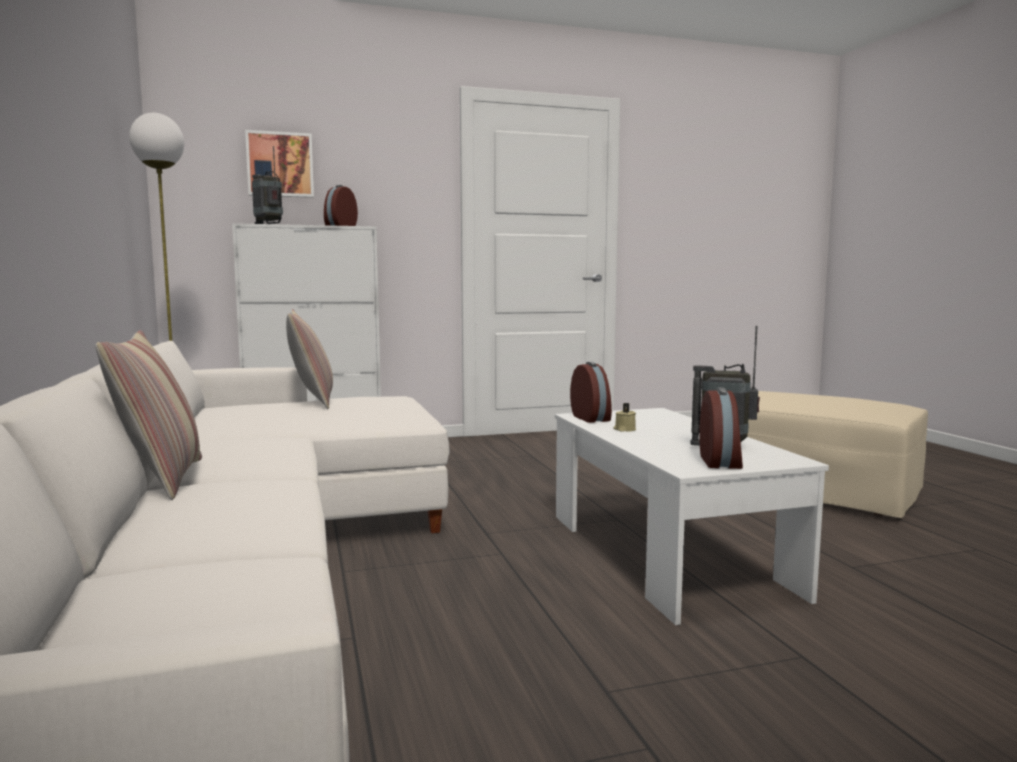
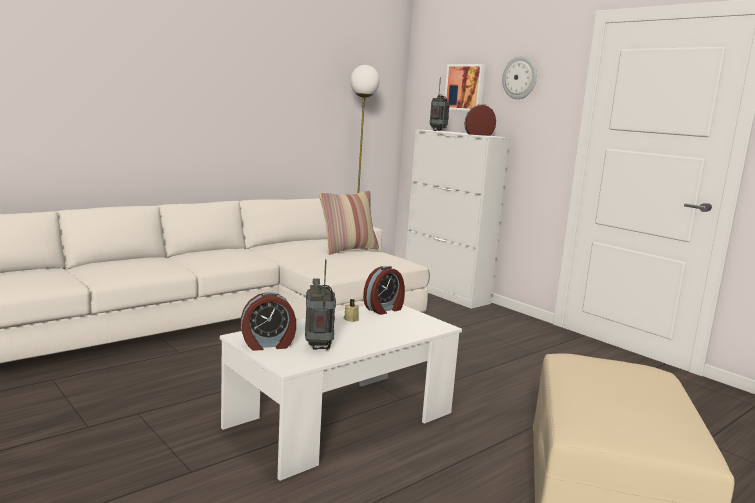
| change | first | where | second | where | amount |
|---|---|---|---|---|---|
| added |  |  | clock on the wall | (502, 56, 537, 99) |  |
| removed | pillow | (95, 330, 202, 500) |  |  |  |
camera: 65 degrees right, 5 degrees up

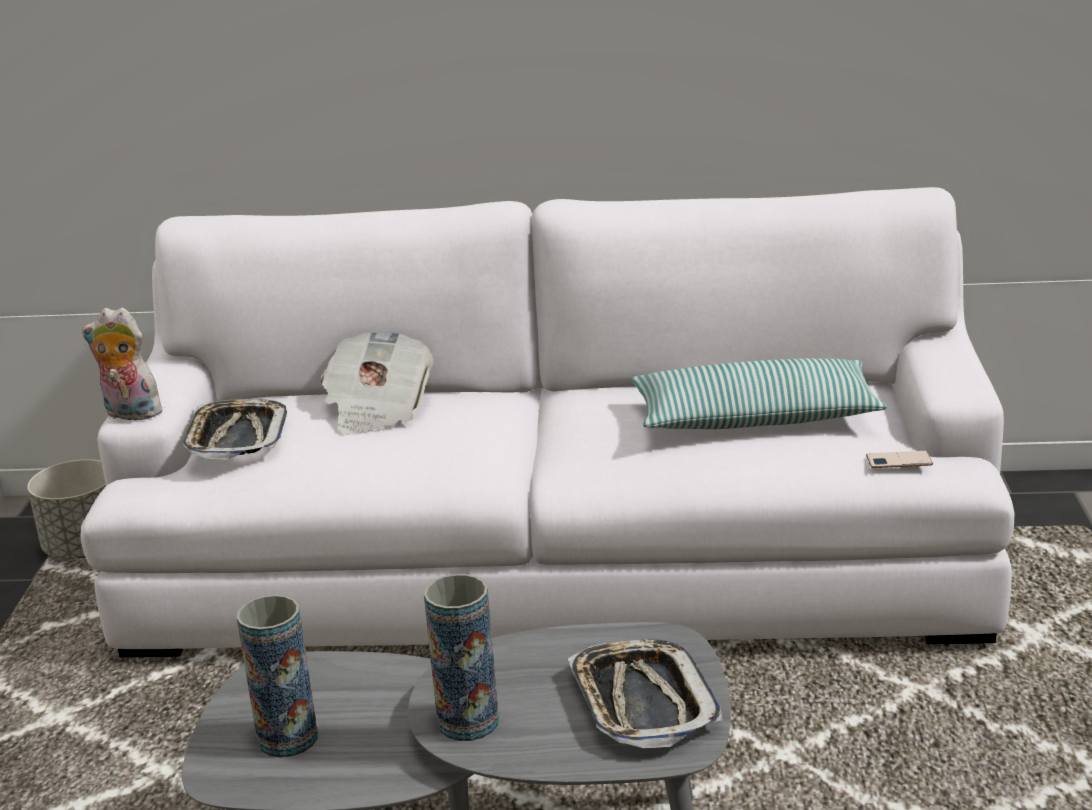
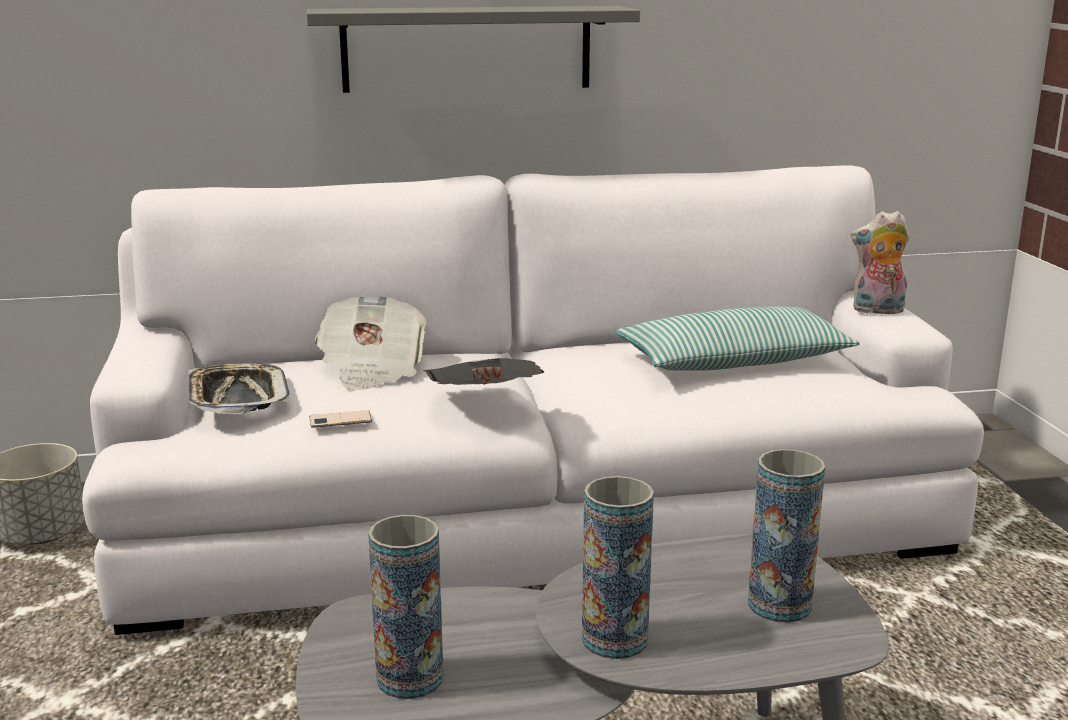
| change | first | where | second | where | amount |
|---|---|---|---|---|---|
| added |  |  | greyish shelf | (307, 6, 640, 93) |  |
| moved | phone | (866, 451, 933, 468) |  | (309, 410, 372, 428) |  |
| added |  |  | printed paper | (423, 358, 545, 385) |  |
| replaced | serving tray | (568, 639, 723, 748) | vase | (748, 449, 825, 623) |  |
| moved | soft toy | (82, 308, 166, 423) |  | (851, 211, 910, 316) |  |
camera: 15 degrees left, 5 degrees down

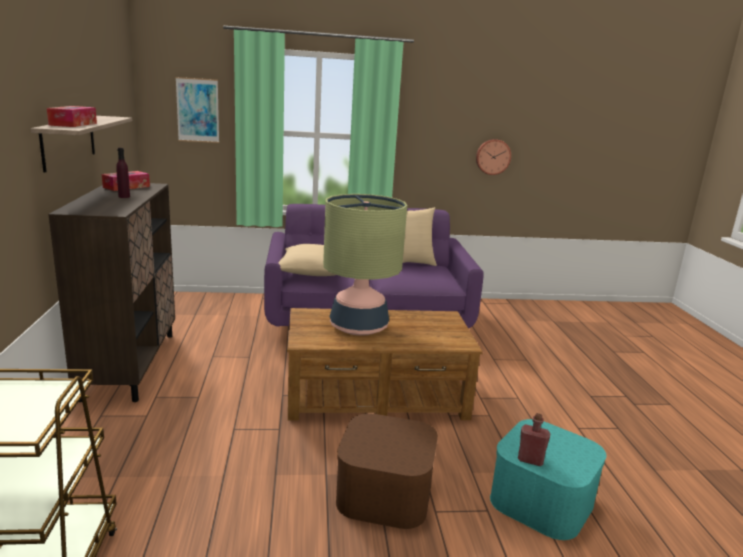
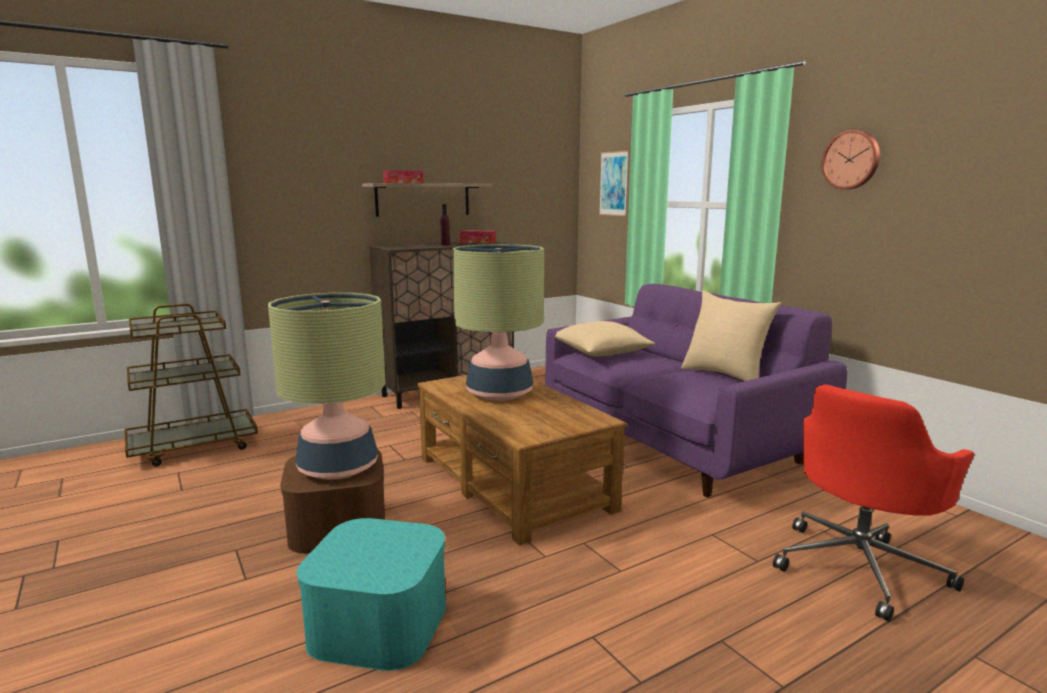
| change | first | where | second | where | amount |
|---|---|---|---|---|---|
| added |  |  | tabletop lamp | (268, 293, 386, 480) |  |
| added |  |  | red office chair | (773, 385, 975, 622) |  |
| moved | clock on the wall | (476, 139, 511, 175) |  | (822, 130, 880, 189) |  |
| removed | red bottle | (518, 413, 550, 466) |  |  |  |
camera: 65 degrees right, 5 degrees down

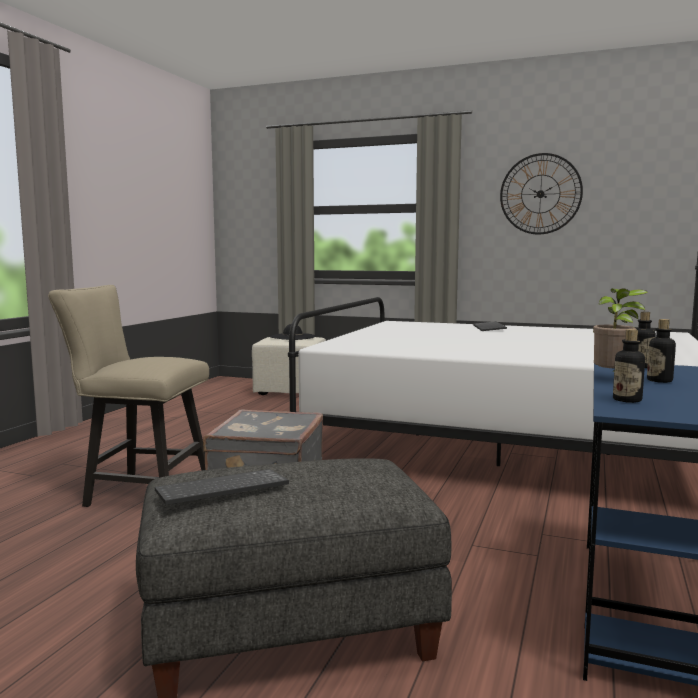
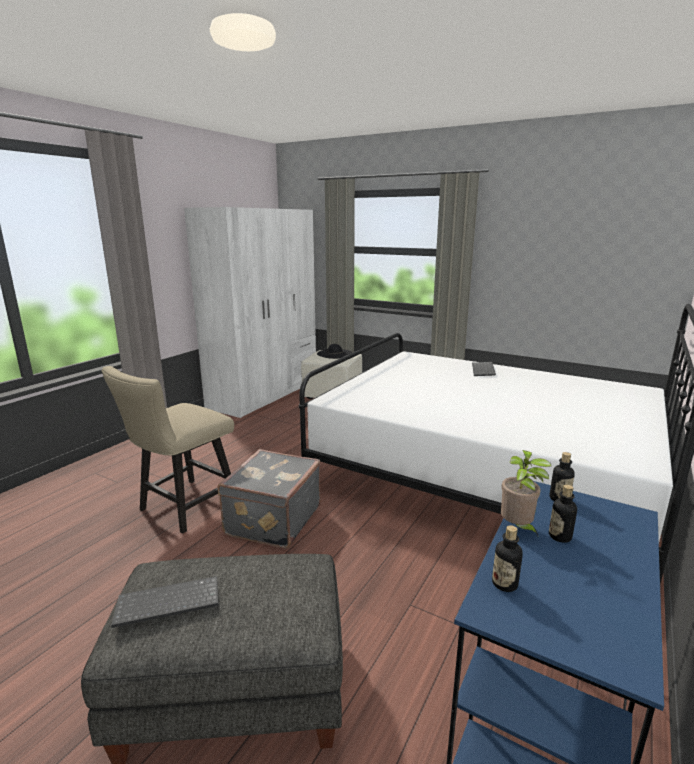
| change | first | where | second | where | amount |
|---|---|---|---|---|---|
| turned | beige-coloured upright chair | (48, 285, 209, 507) |  | (102, 366, 234, 533) | 75 degrees counterclockwise |
| added |  |  | whitish armoire | (184, 207, 316, 418) |  |
| removed | clock on the wall | (500, 153, 583, 235) |  |  |  |
camera: 10 degrees right, 10 degrees up

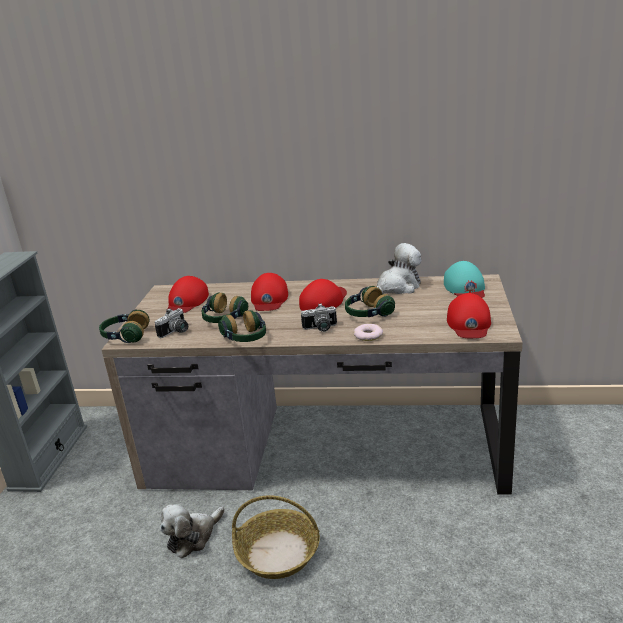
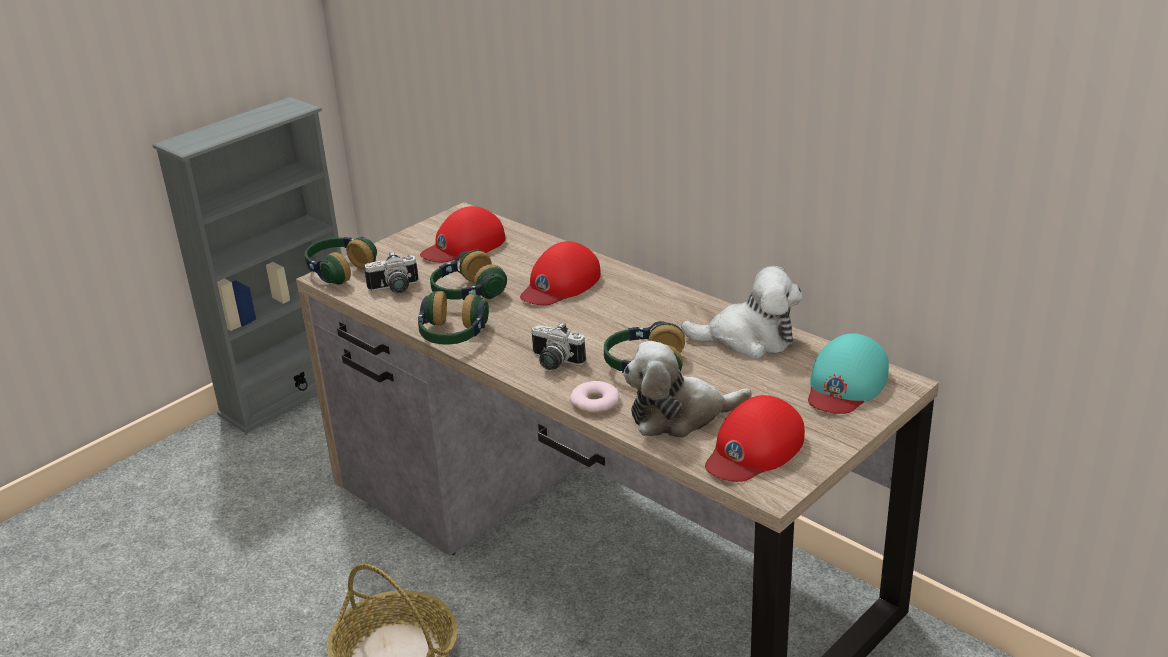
| change | first | where | second | where | amount |
|---|---|---|---|---|---|
| moved | soft toy | (160, 504, 225, 558) |  | (623, 341, 752, 438) |  |
| removed | red baseball cap | (299, 279, 347, 311) |  |  |  |
camera: 35 degrees right, 5 degrees up

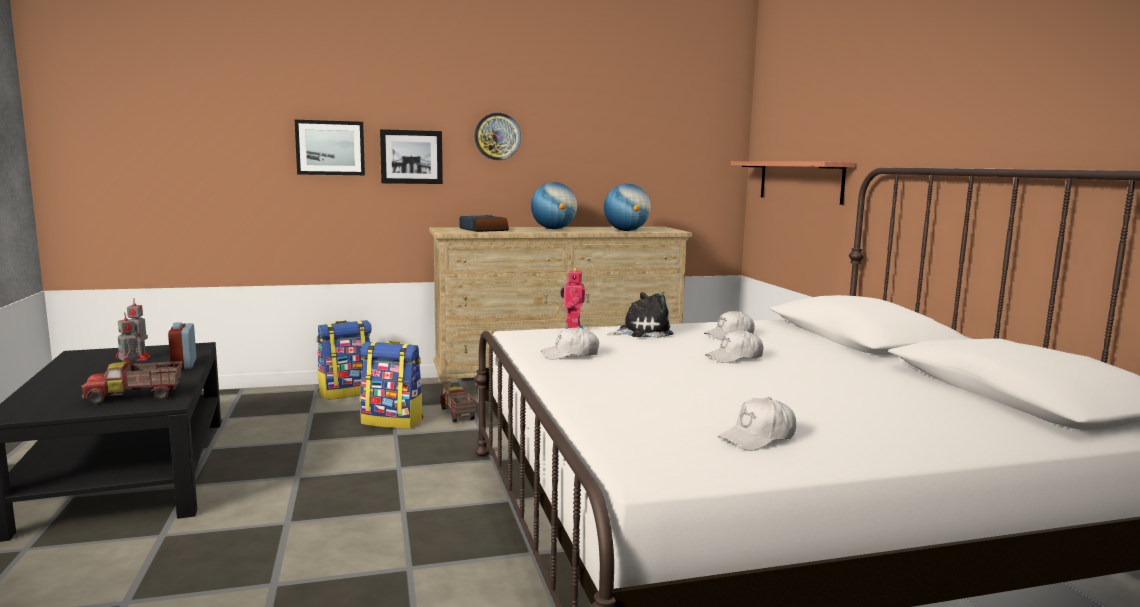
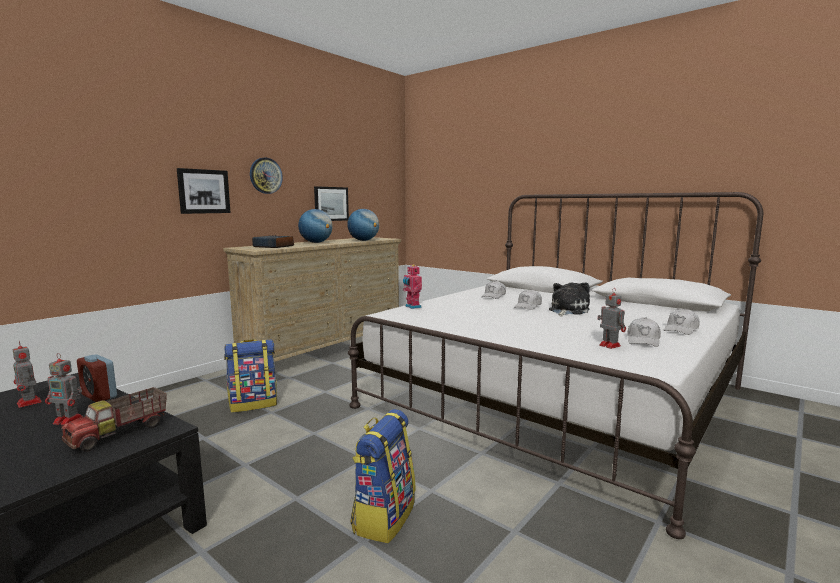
| change | first | where | second | where | amount |
|---|---|---|---|---|---|
| moved | wall picture | (295, 120, 365, 175) |  | (314, 186, 349, 221) |  |
| moved | backpack | (317, 320, 372, 400) |  | (351, 409, 415, 543) |  |
| moved | soft toy | (608, 292, 673, 338) |  | (549, 282, 590, 316) |  |
| added |  |  | model robot | (598, 288, 626, 349) |  |
| moved | whitish baseball cap | (540, 327, 599, 360) |  | (664, 309, 700, 335) |  |
| removed | model truck | (440, 387, 477, 422) |  |  |  |
| removed | shelf | (731, 161, 856, 205) |  |  |  |
camera: 35 degrees left, 0 degrees up

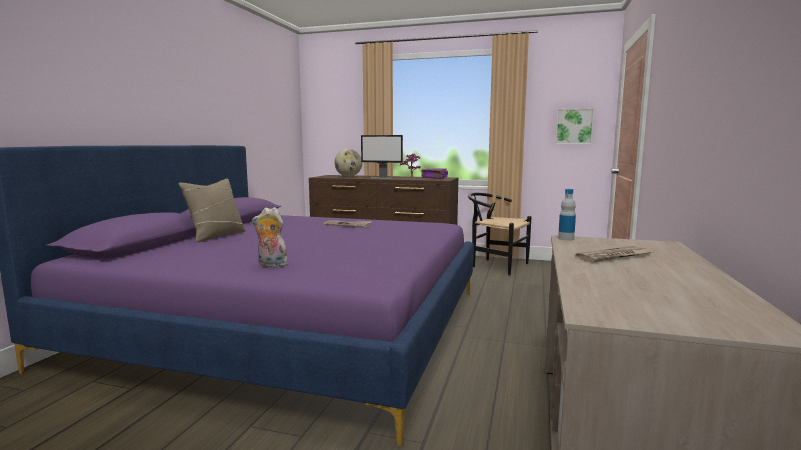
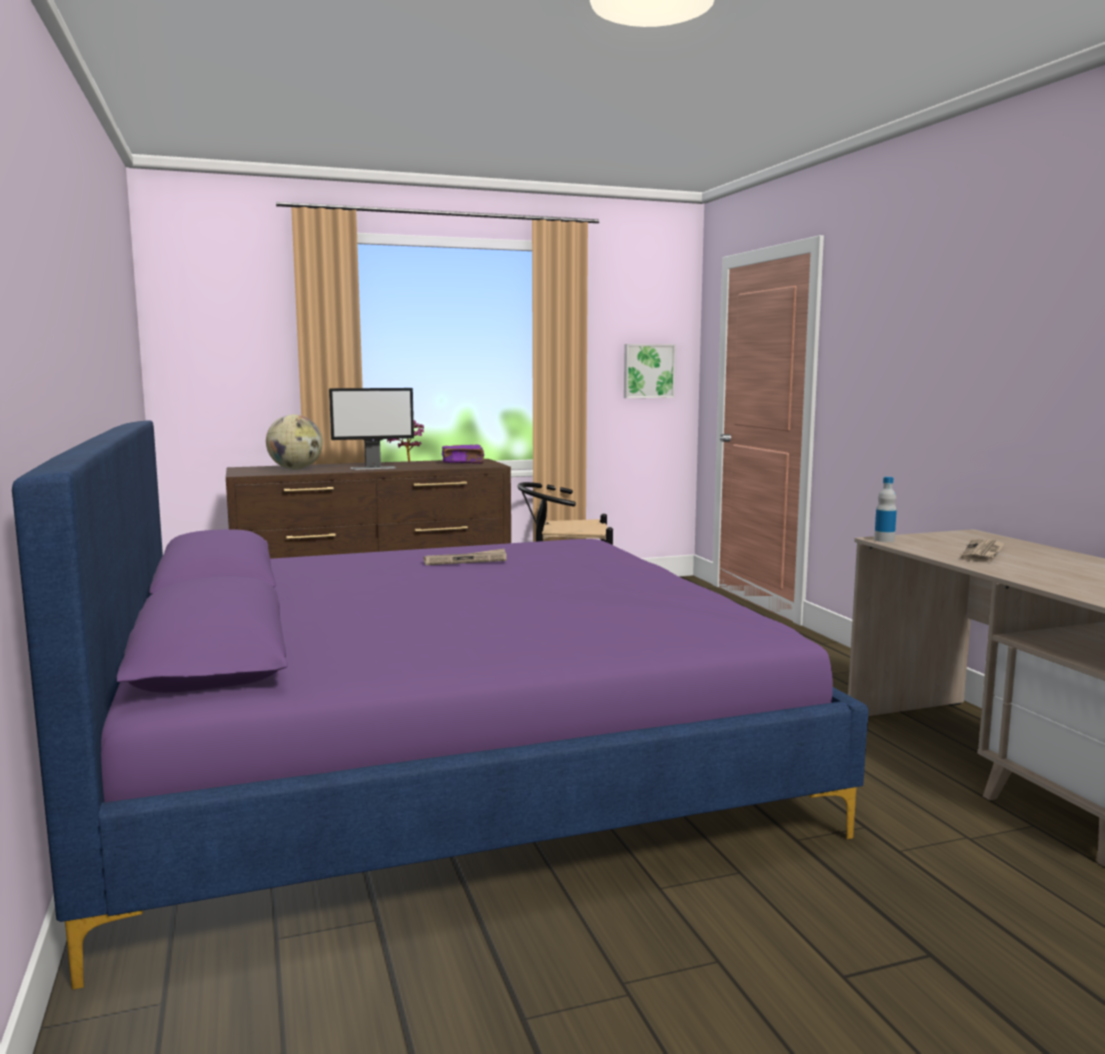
| change | first | where | second | where | amount |
|---|---|---|---|---|---|
| removed | beige-coloured pillow | (178, 179, 246, 242) |  |  |  |
| removed | soft toy | (252, 207, 288, 267) |  |  |  |
camera: 35 degrees left, 0 degrees up

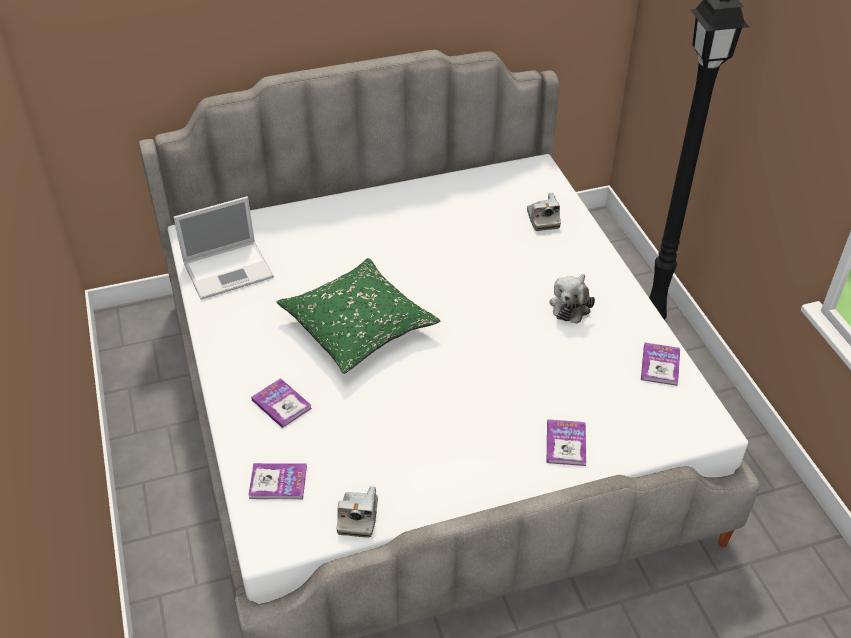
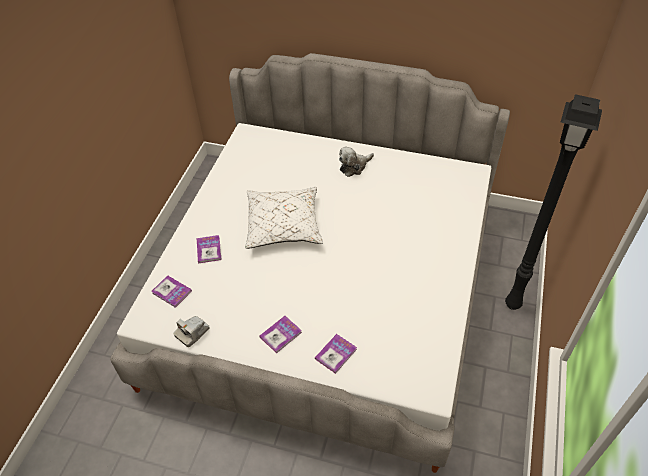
| change | first | where | second | where | amount |
|---|---|---|---|---|---|
| recoloured | green pillow | (277, 258, 440, 374) | whitish pillow | (245, 187, 323, 249) |  |
| moved | book | (641, 343, 680, 386) |  | (260, 316, 302, 354) |  |
| moved | soft toy | (550, 274, 595, 324) |  | (339, 147, 374, 177) |  |
| removed | notebook computer | (173, 196, 274, 300) |  |  |  |
| removed | still camera | (527, 193, 561, 231) |  |  |  |
camera: 35 degrees right, 5 degrees up

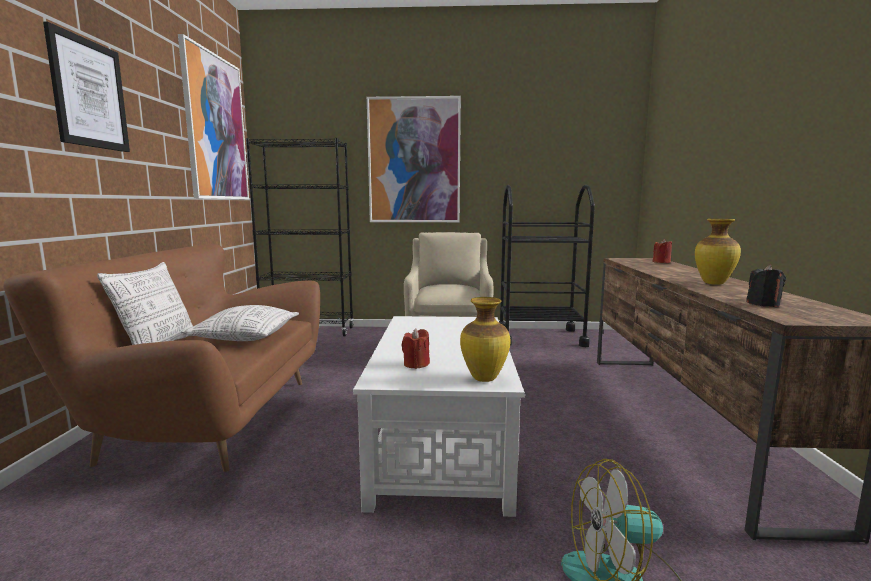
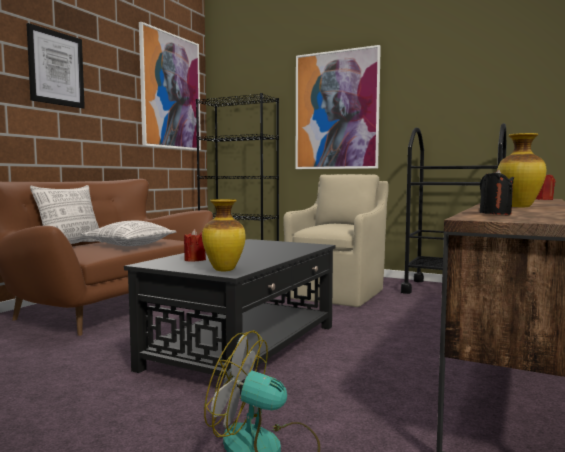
| change | first | where | second | where | amount |
|---|---|---|---|---|---|
| recoloured | whitish low table | (353, 316, 525, 517) | black low table | (124, 239, 336, 395) |  |
camera: 25 degrees right, 5 degrees down

